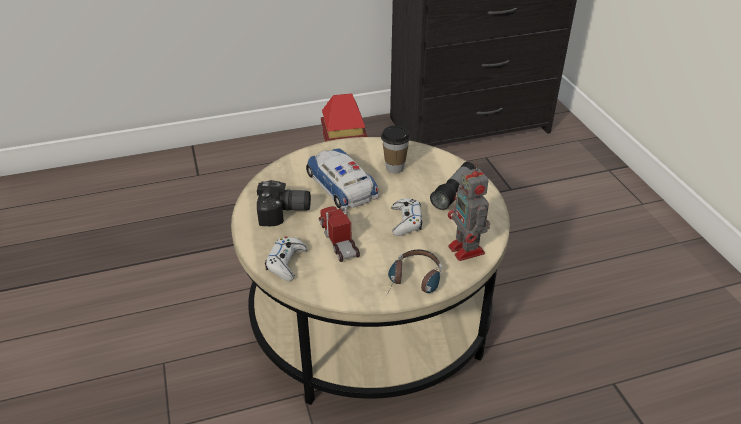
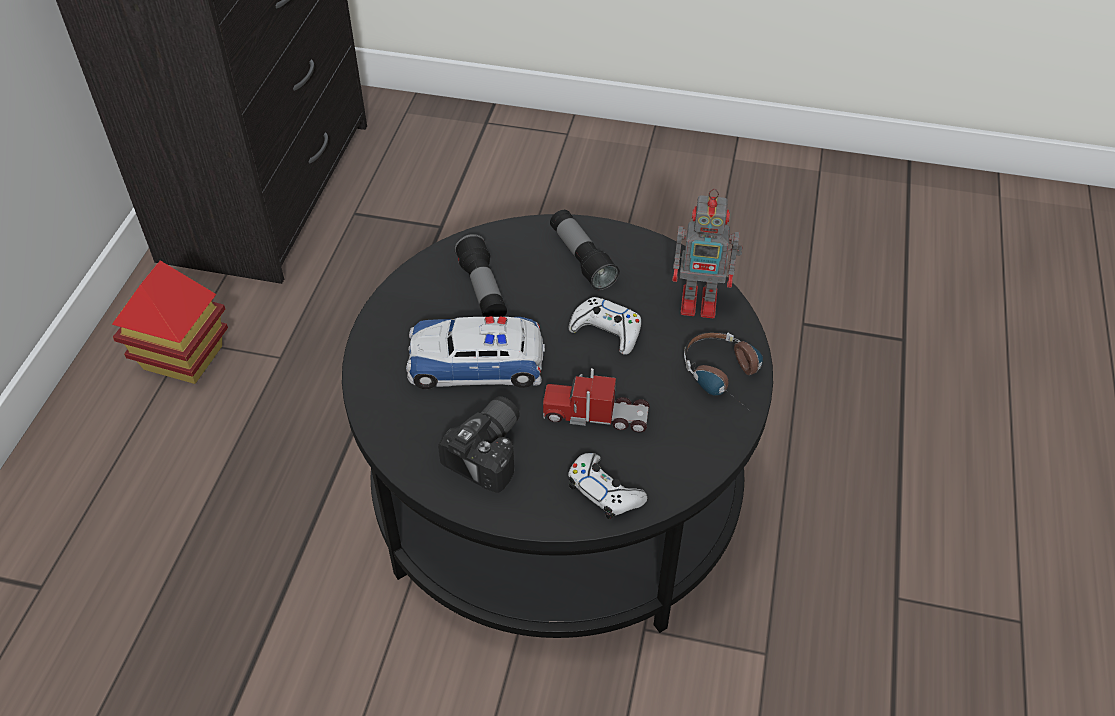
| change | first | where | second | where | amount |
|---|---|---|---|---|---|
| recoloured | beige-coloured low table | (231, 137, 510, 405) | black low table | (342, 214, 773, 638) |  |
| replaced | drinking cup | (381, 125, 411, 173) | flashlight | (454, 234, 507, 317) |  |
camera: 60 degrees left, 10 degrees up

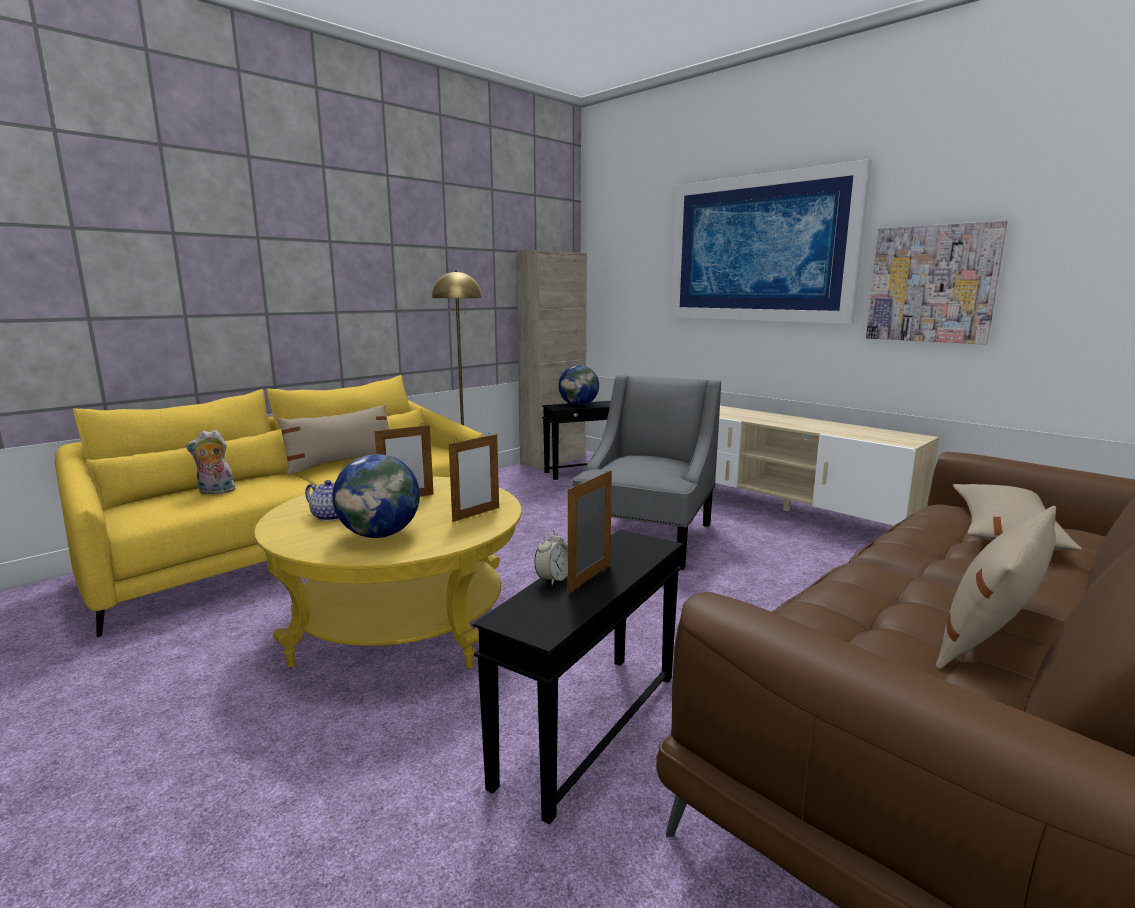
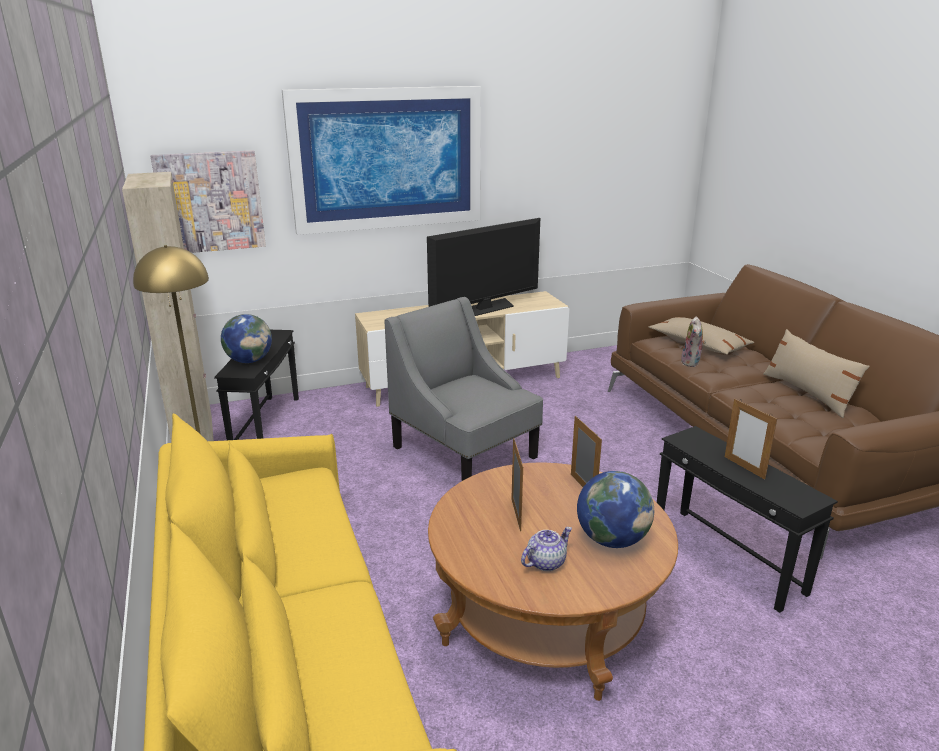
| change | first | where | second | where | amount |
|---|---|---|---|---|---|
| moved | wall picture | (866, 220, 1008, 344) |  | (150, 150, 266, 253) |  |
| added |  |  | TV | (427, 218, 540, 316) |  |
| recoloured | yellowish low table | (254, 476, 522, 668) | brown-coloured low table | (428, 462, 678, 701) |  |
| moved | soft toy | (186, 430, 235, 495) |  | (681, 316, 706, 367) |  |
| removed | beige-coloured pillow | (277, 404, 389, 475) |  |  |  |
| removed | alarm clock | (534, 530, 568, 585) |  |  |  |
camera: 65 degrees left, 10 degrees up

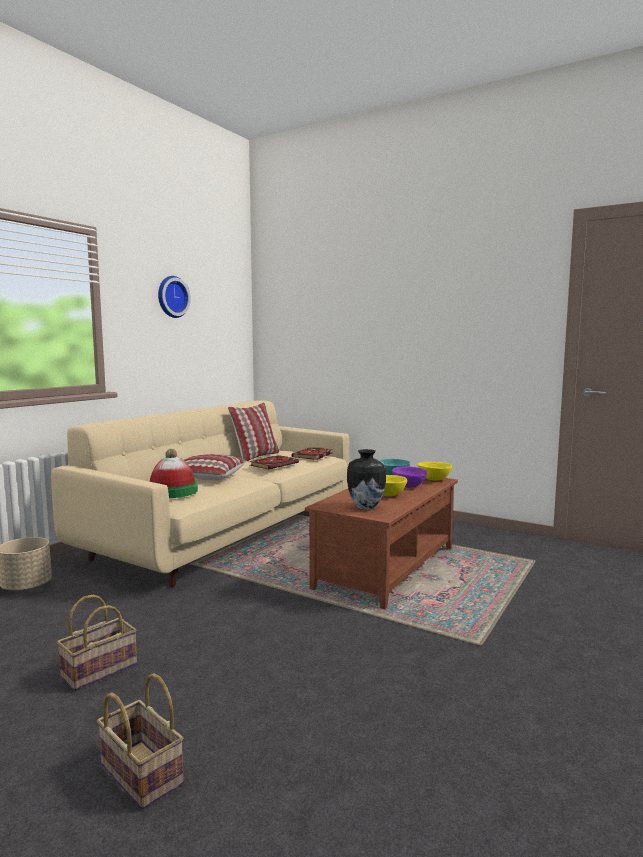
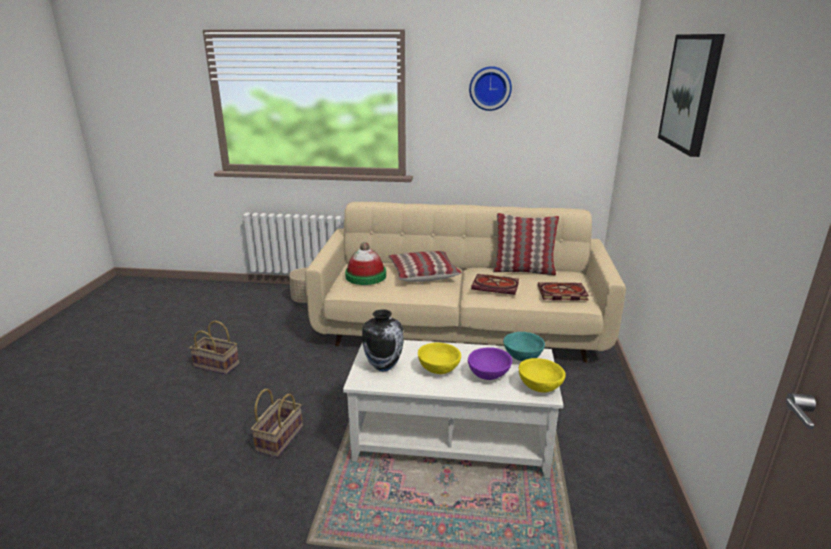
| change | first | where | second | where | amount |
|---|---|---|---|---|---|
| moved | basket | (97, 673, 184, 810) |  | (251, 389, 303, 458) |  |
| recoloured | brown-coloured low table | (305, 478, 458, 609) | whitish low table | (343, 340, 563, 478) |  |
| added |  |  | wall picture | (658, 34, 725, 157) |  |
camera: 65 degrees right, 15 degrees up

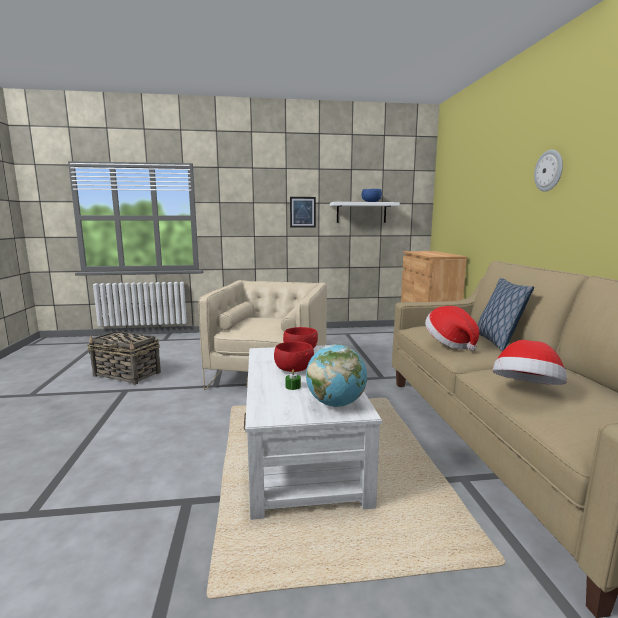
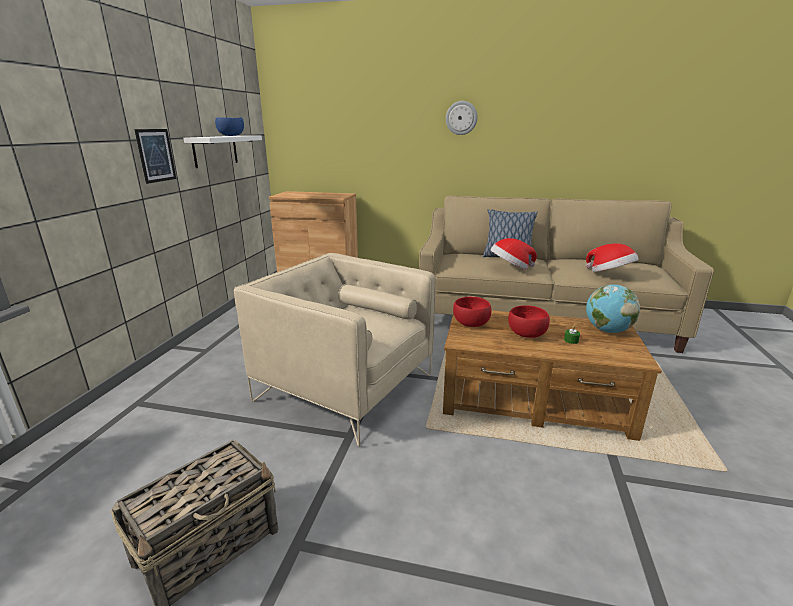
| change | first | where | second | where | amount |
|---|---|---|---|---|---|
| recoloured | whitish low table | (244, 345, 382, 520) | brown-coloured low table | (443, 310, 661, 441) |  |
camera: 70 degrees left, 10 degrees up

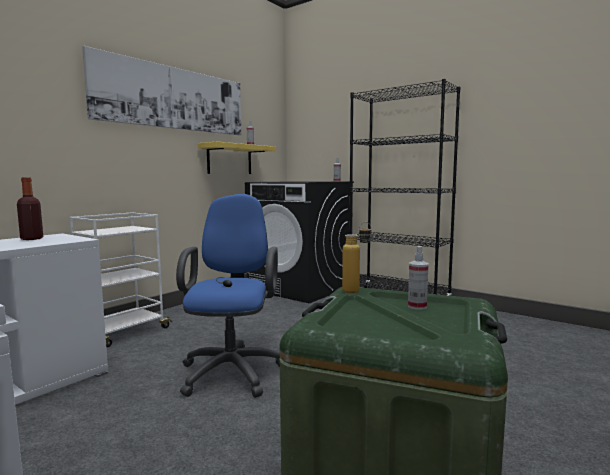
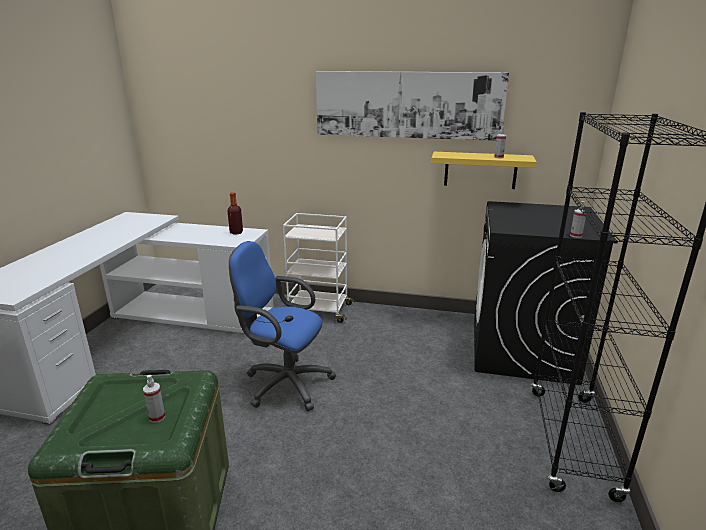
| change | first | where | second | where | amount |
|---|---|---|---|---|---|
| turned | blue-coloured office chair | (176, 194, 280, 398) |  | (229, 241, 336, 411) | 135 degrees counterclockwise |
| removed | bottle | (342, 222, 371, 293) |  |  |  |
camera: 65 degrees right, 15 degrees up

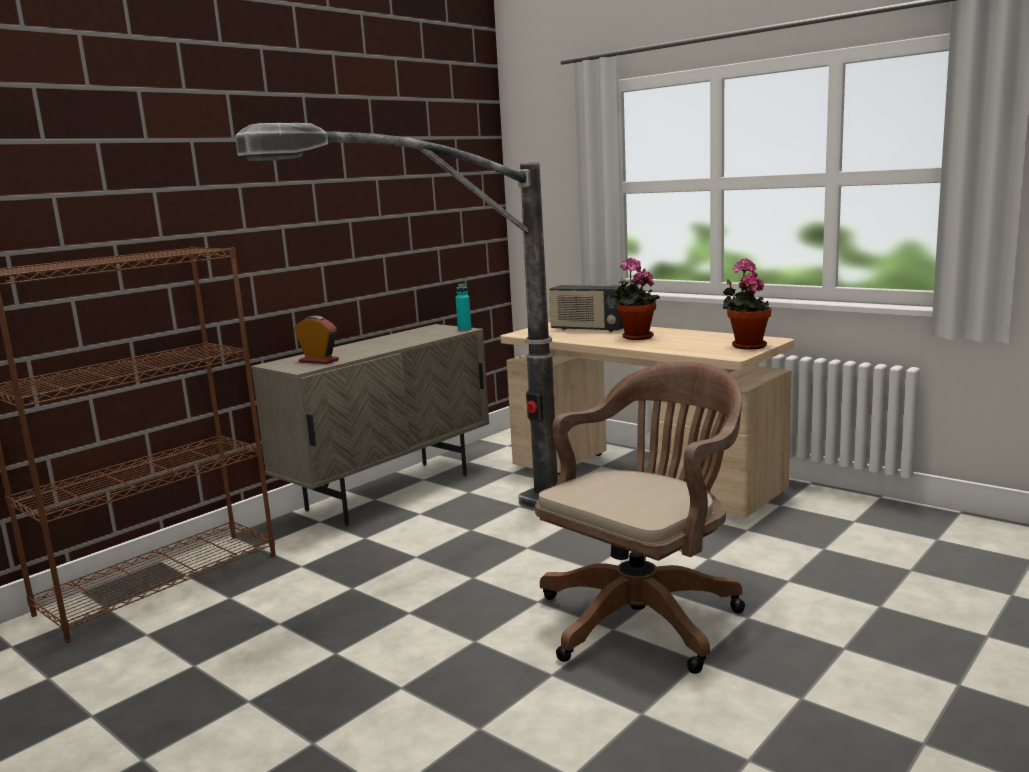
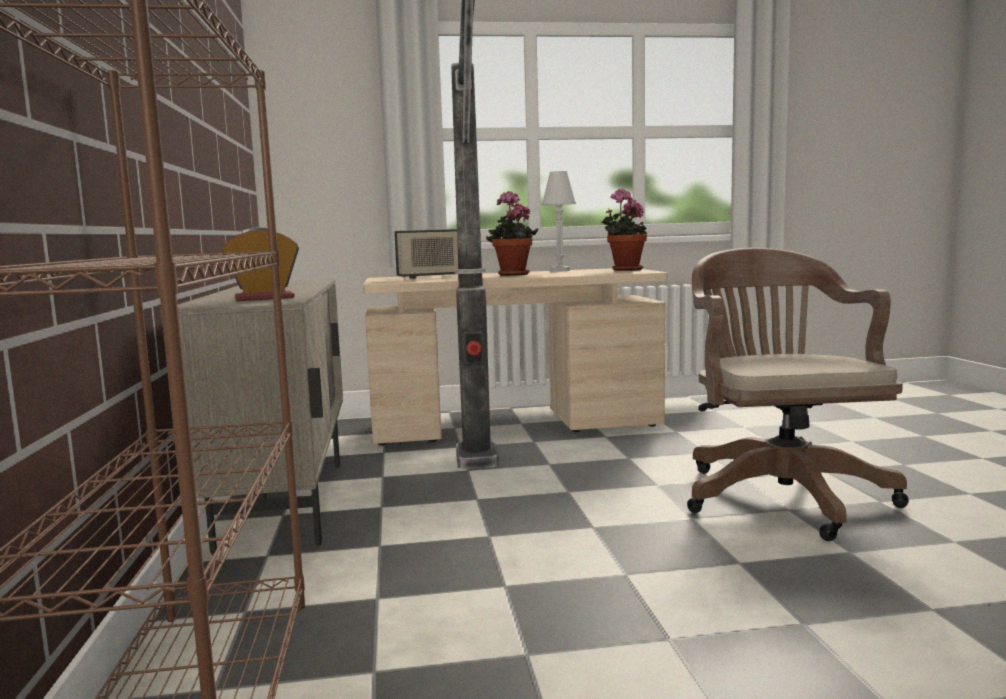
| change | first | where | second | where | amount |
|---|---|---|---|---|---|
| added |  |  | whitish tabletop lamp | (542, 171, 576, 271) |  |
| removed | blue-green bottle | (456, 283, 472, 331) |  |  |  |
camera: 50 degrees left, 5 degrees down

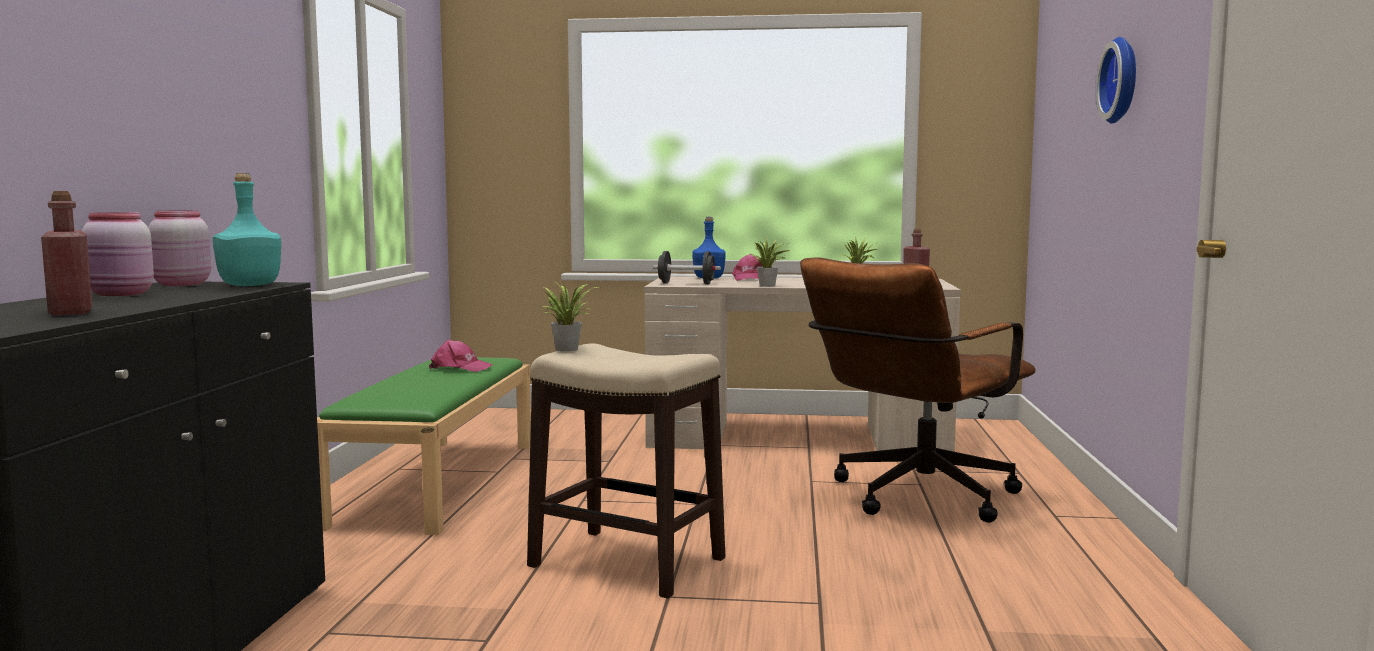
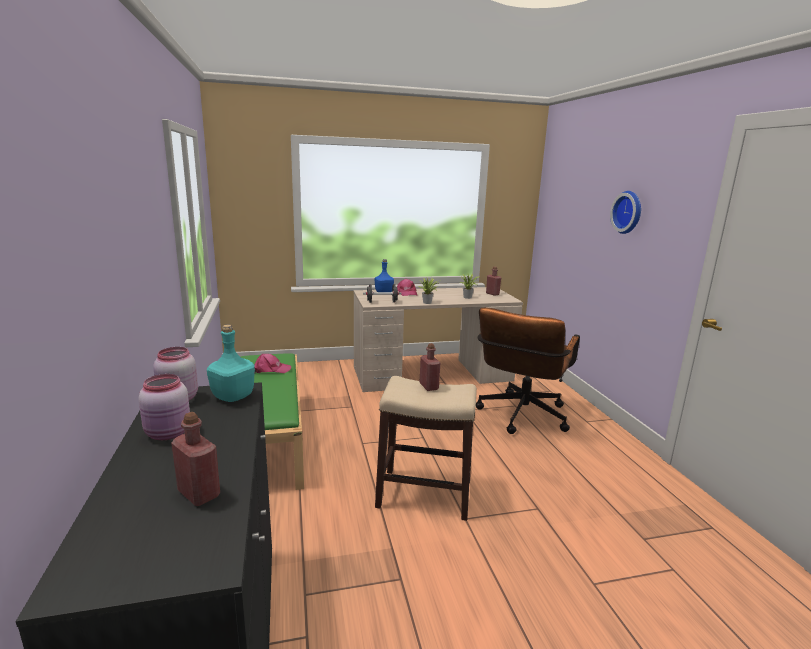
| change | first | where | second | where | amount |
|---|---|---|---|---|---|
| added |  |  | red bottle | (420, 343, 440, 391) |  |
| removed | houseplant | (541, 281, 598, 351) |  |  |  |
camera: 20 degrees left, 10 degrees up

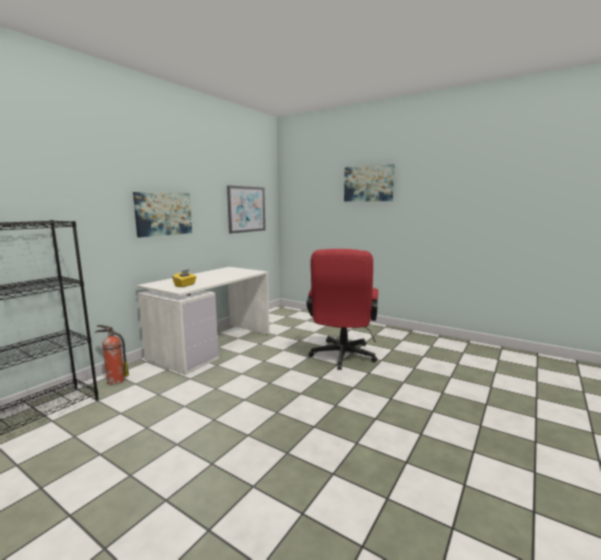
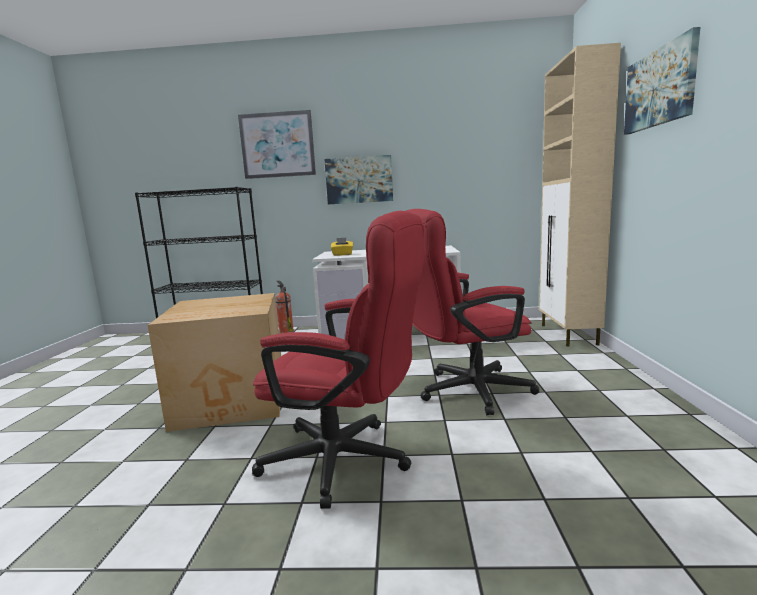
| change | first | where | second | where | amount |
|---|---|---|---|---|---|
| added |  |  | packing box | (148, 293, 281, 432) |  |
| moved | wall picture | (227, 185, 265, 234) |  | (238, 110, 316, 179) |  |
| added |  |  | red office chair | (252, 211, 424, 509) |  |
| added |  |  | beige-coloured storage cabinet | (539, 43, 621, 347) |  |
camera: 60 degrees right, 0 degrees up

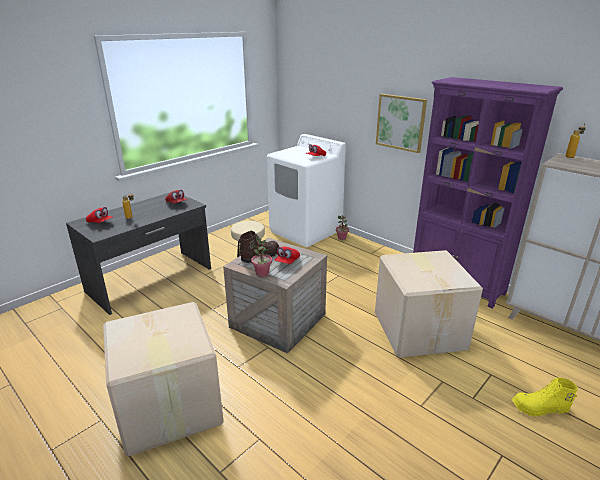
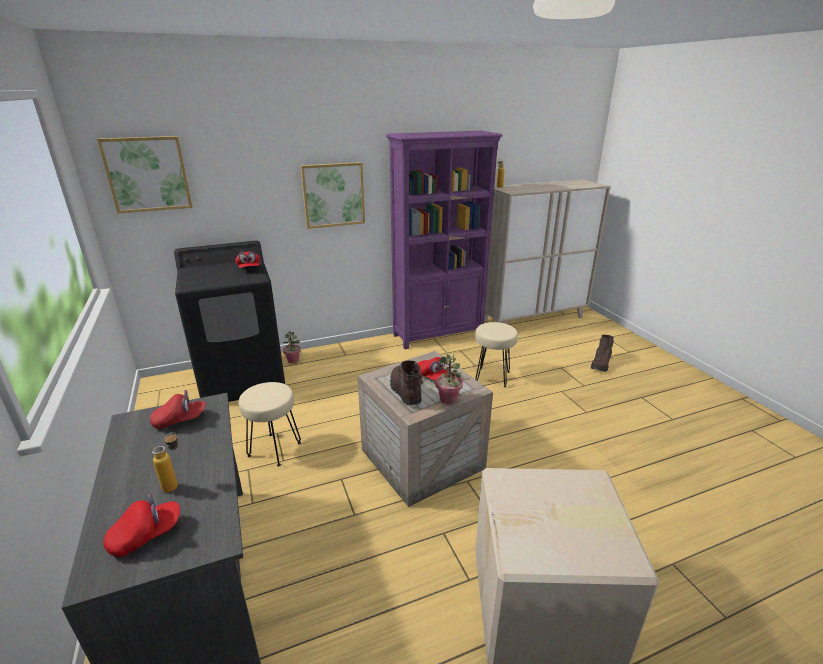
| change | first | where | second | where | amount |
|---|---|---|---|---|---|
| added |  |  | wall picture | (97, 136, 192, 213) |  |
| recoloured | whitish washing machine | (267, 134, 346, 247) | black washing machine | (174, 241, 285, 402) |  |
| replaced | packing box | (375, 250, 483, 358) | beige-coloured stool | (475, 322, 518, 387) |  |
| recoloured | yellowish tall boot | (512, 378, 578, 417) | brown-coloured tall boot | (590, 335, 614, 372) |  |
camera: 65 degrees left, 0 degrees up

